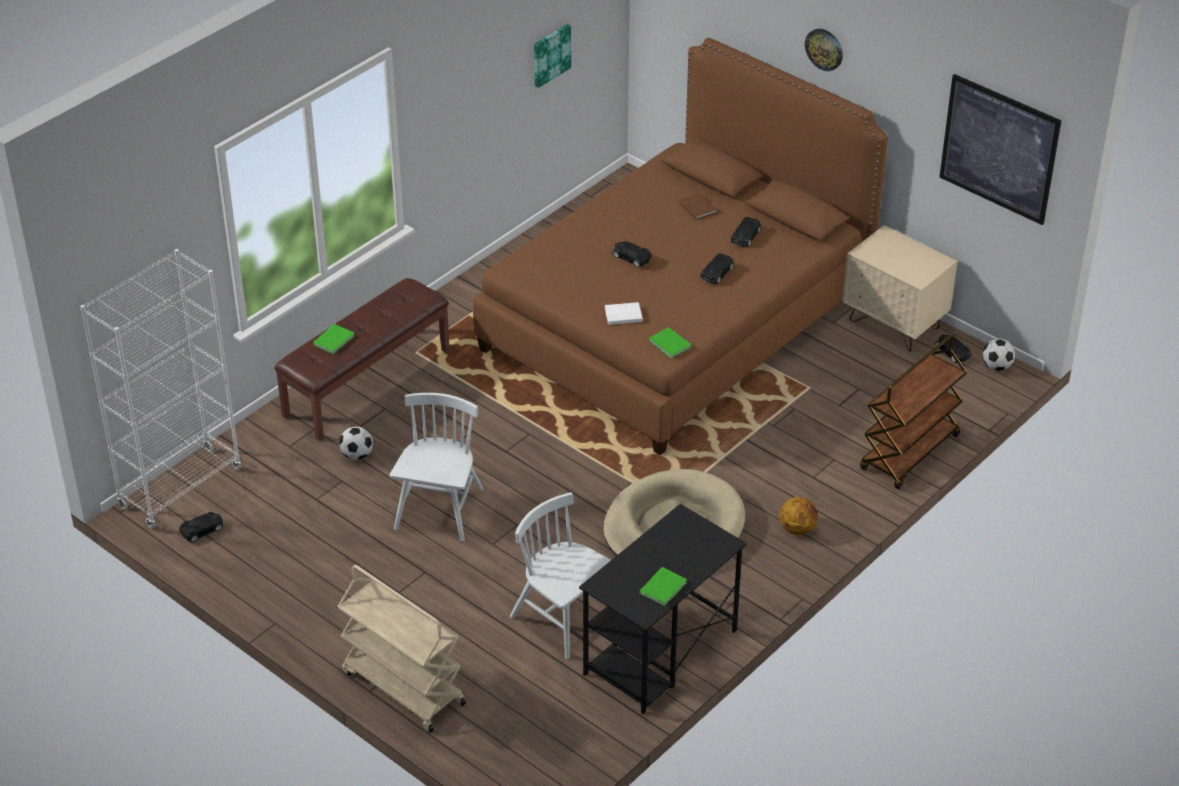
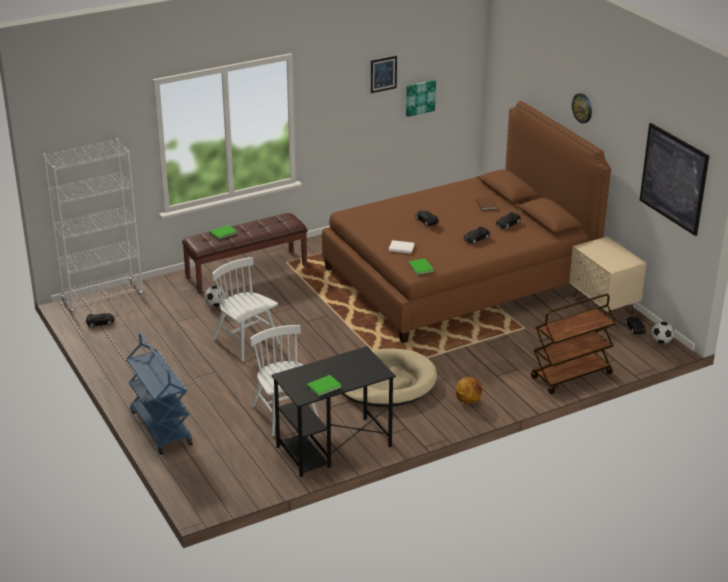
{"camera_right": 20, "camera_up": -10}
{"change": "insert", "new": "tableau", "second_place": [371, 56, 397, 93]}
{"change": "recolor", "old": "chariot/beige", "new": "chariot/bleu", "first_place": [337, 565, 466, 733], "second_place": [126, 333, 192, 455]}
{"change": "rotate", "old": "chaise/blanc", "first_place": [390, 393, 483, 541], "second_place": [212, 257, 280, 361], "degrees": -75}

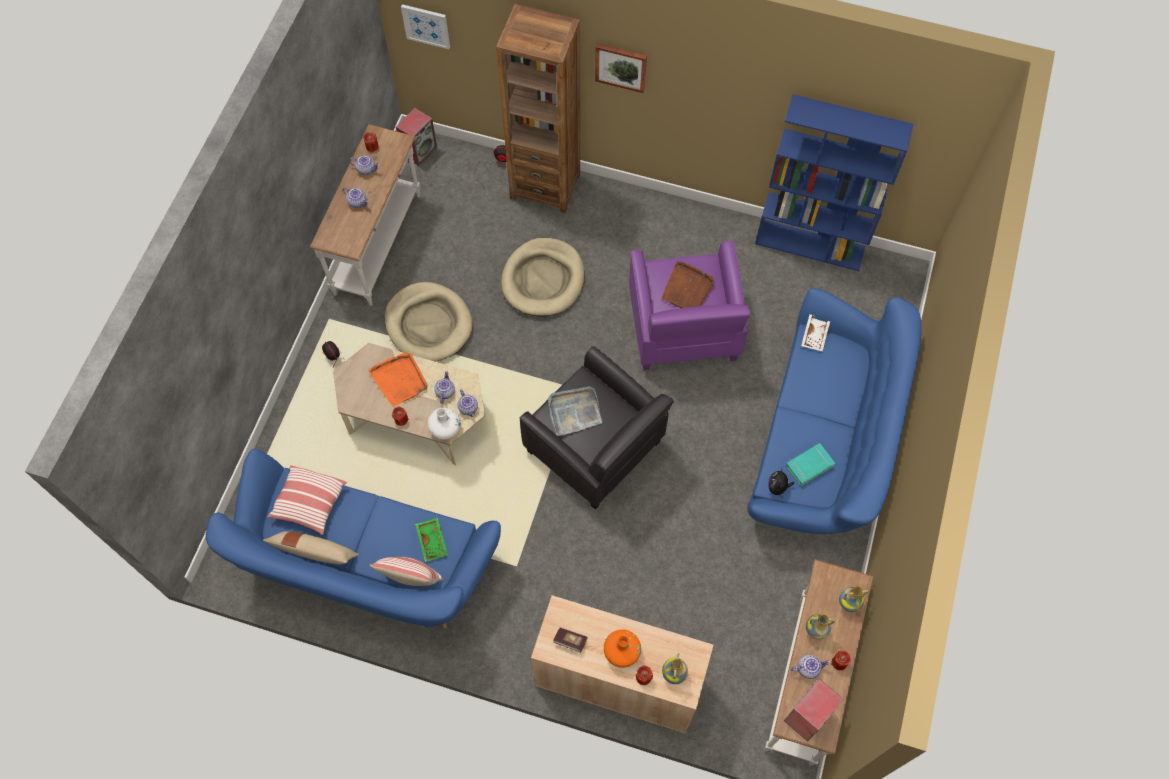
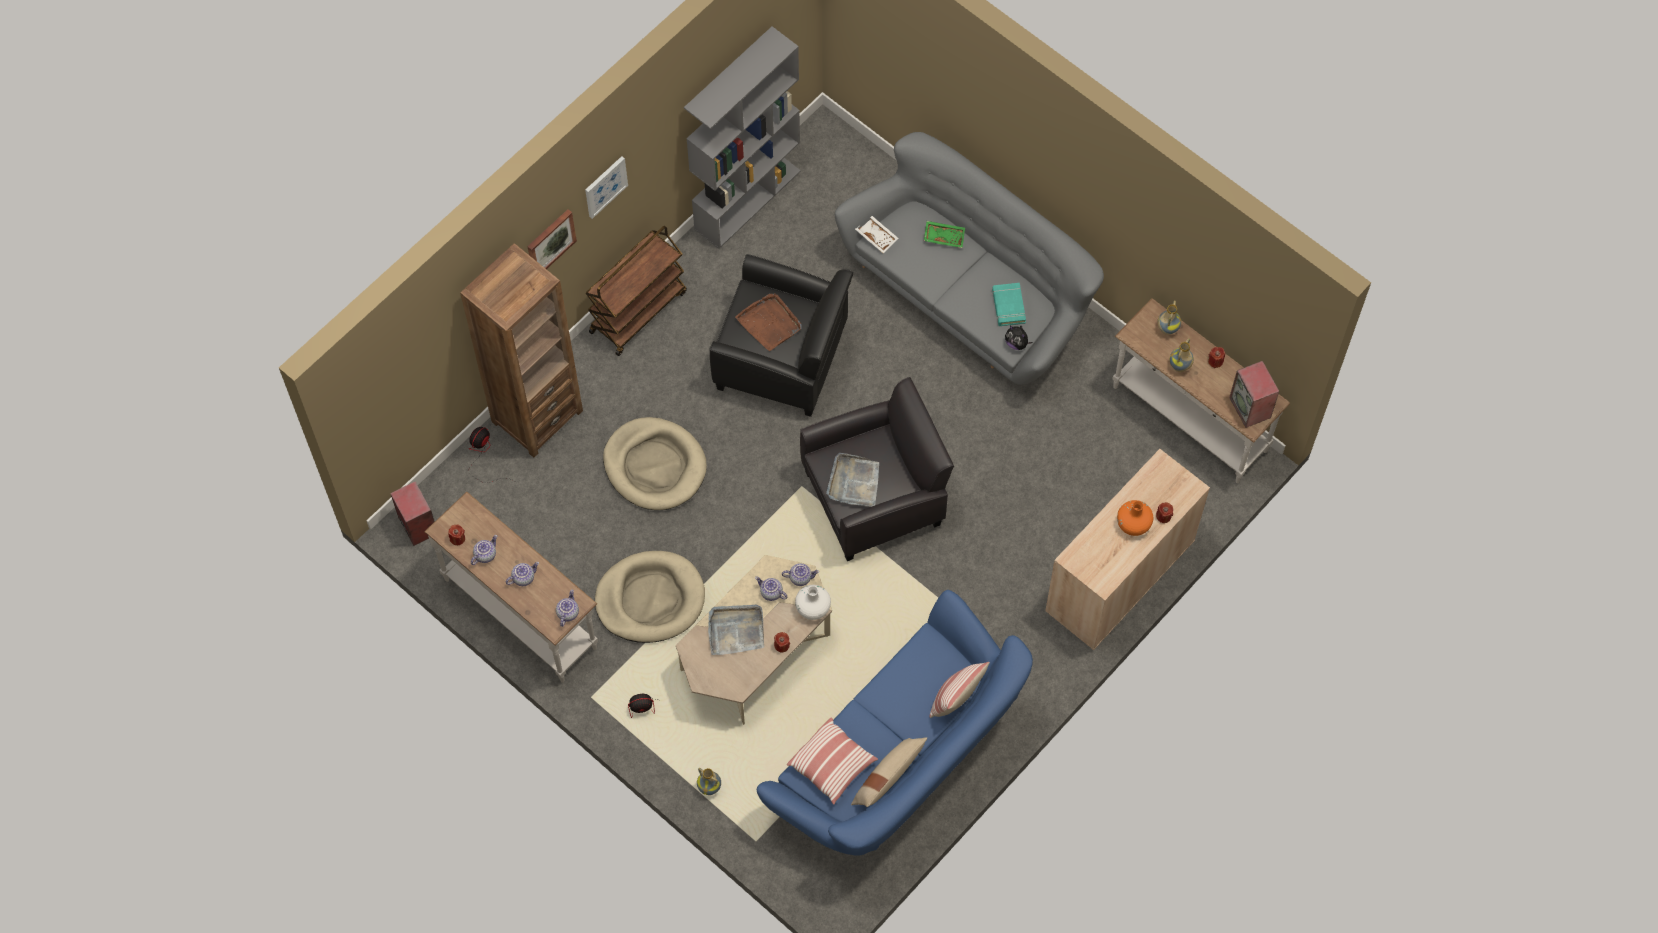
{"camera_right": -65, "camera_up": 0}
{"change": "delete", "old": "livre", "first_place": [553, 628, 588, 653]}
{"change": "insert", "new": "chariot/marron", "second_place": [586, 226, 687, 356]}
{"change": "move", "old": "tableau", "first_place": [401, 4, 450, 49], "second_place": [585, 156, 628, 219]}
{"change": "move", "old": "plateau/vert", "first_place": [415, 518, 448, 562], "second_place": [924, 221, 965, 248]}
{"change": "move", "old": "vase", "first_place": [662, 653, 688, 684], "second_place": [697, 768, 721, 795]}
{"change": "move", "old": "théière", "first_place": [791, 655, 830, 679], "second_place": [556, 590, 579, 627]}
{"change": "recolor", "old": "plateau/orange", "new": "plateau/gris", "first_place": [368, 353, 427, 407], "second_place": [708, 605, 764, 655]}
{"change": "recolor", "old": "fauteuil/violet", "new": "fauteuil/noir", "first_place": [629, 240, 750, 370], "second_place": [710, 254, 854, 417]}
{"change": "recolor", "old": "canapé/bleu", "new": "canapé/gris", "first_place": [747, 288, 922, 534], "second_place": [835, 132, 1104, 385]}
{"change": "recolor", "old": "bibliothèque/bleu", "new": "bibliothèque/gris", "first_place": [755, 94, 914, 271], "second_place": [684, 26, 801, 249]}

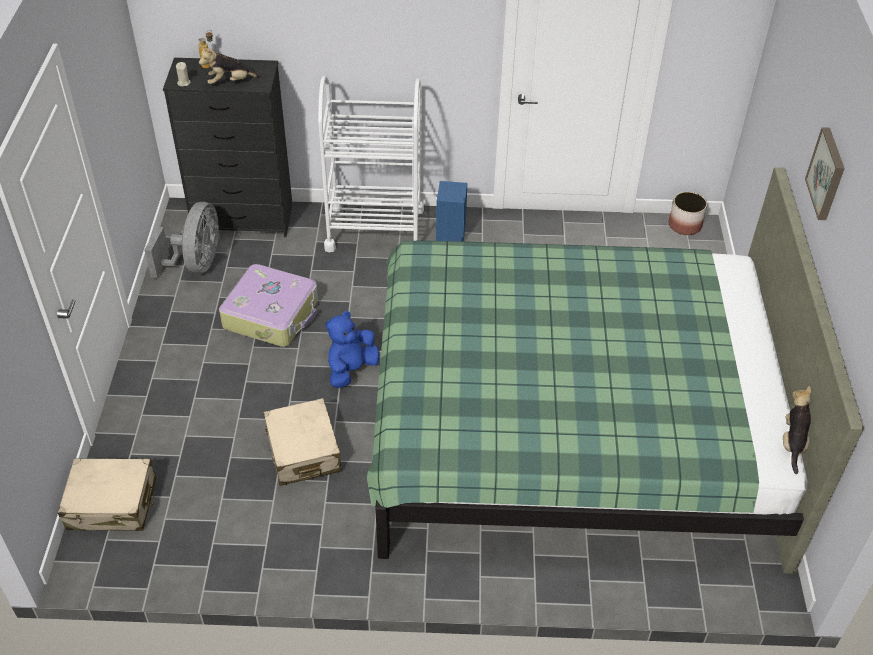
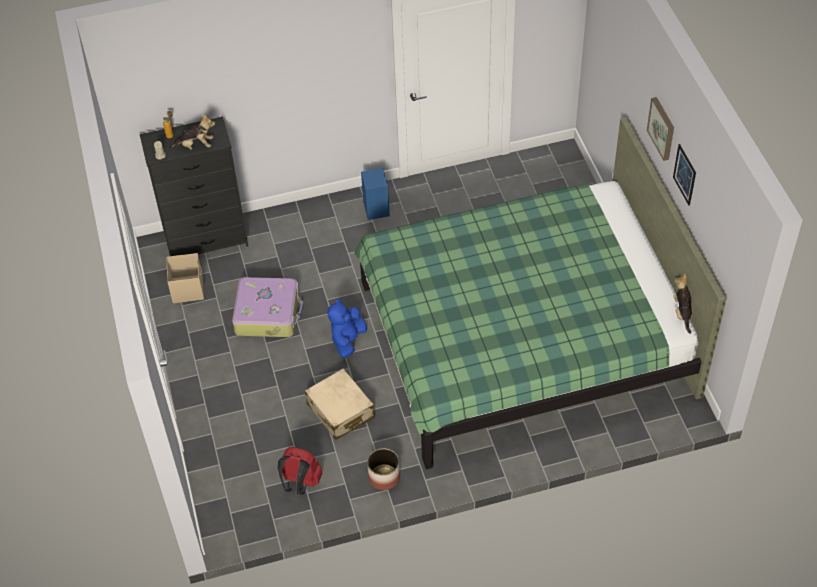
{"camera_right": -15, "camera_up": 5}
{"change": "delete", "old": "valise/beige", "first_place": [58, 458, 156, 531]}
{"change": "delete", "old": "chariot/blanc", "first_place": [318, 76, 424, 252]}
{"change": "insert", "new": "sac à dos/rouge", "second_place": [278, 447, 323, 495]}
{"change": "insert", "new": "tableau", "second_place": [673, 144, 696, 205]}
{"change": "move", "old": "cache-pot", "first_place": [669, 192, 707, 235], "second_place": [367, 448, 400, 490]}
{"change": "replace", "old": "ventilateur/gris", "new": "boîte de rangement/beige", "first_place": [144, 202, 220, 278], "second_place": [166, 253, 204, 303]}
{"change": "rotate", "old": "peluche", "first_place": [199, 46, 262, 84], "second_place": [171, 114, 215, 150], "degrees": -150}

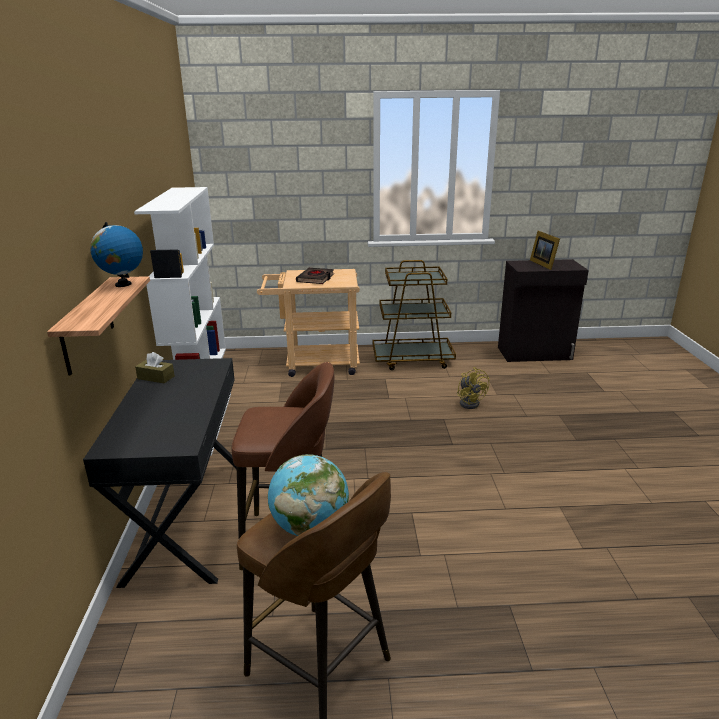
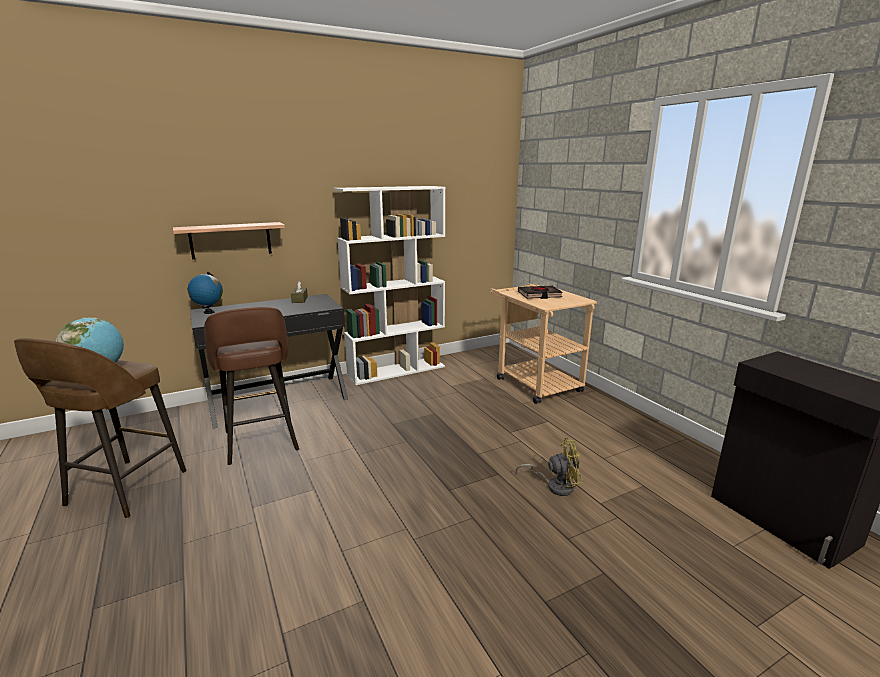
{"camera_right": 65, "camera_up": -5}
{"change": "delete", "old": "chariot/marron", "first_place": [373, 260, 456, 370]}
{"change": "delete", "old": "cadre photo", "first_place": [530, 231, 560, 270]}
{"change": "move", "old": "globe", "first_place": [90, 222, 143, 287], "second_place": [188, 272, 223, 314]}
{"change": "rotate", "old": "ventilateur/jaune", "first_place": [457, 367, 489, 409], "second_place": [516, 438, 583, 496], "degrees": -135}

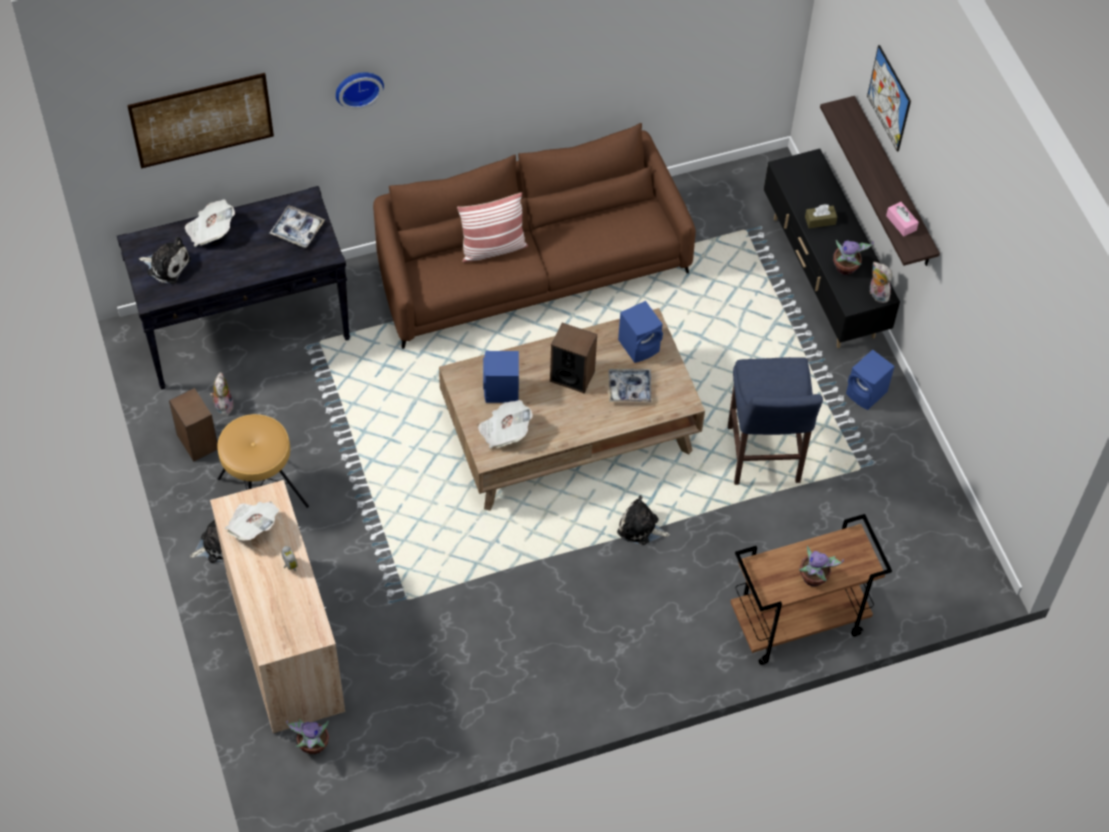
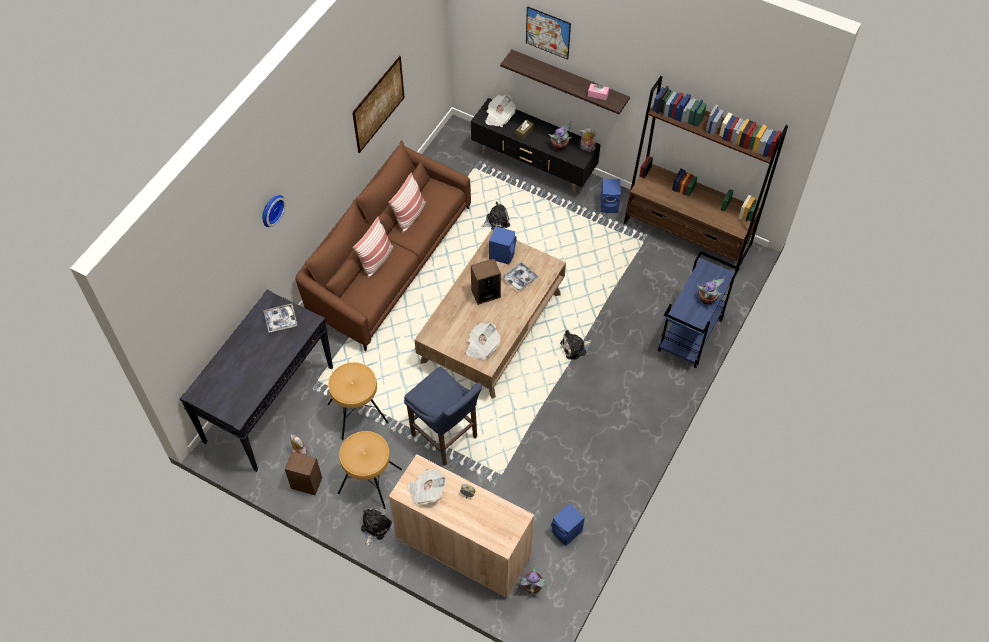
{"camera_right": -40, "camera_up": 0}
{"change": "insert", "new": "tabouret/marron", "second_place": [328, 362, 389, 440]}
{"change": "insert", "new": "coussin", "second_place": [388, 172, 426, 234]}
{"change": "insert", "new": "bibliothèque/marron", "second_place": [624, 76, 788, 272]}
{"change": "move", "old": "tableau", "first_place": [127, 73, 274, 169], "second_place": [352, 56, 405, 153]}
{"change": "move", "old": "peluche", "first_place": [139, 237, 191, 284], "second_place": [481, 201, 510, 230]}
{"change": "move", "old": "journal", "first_place": [185, 199, 235, 247], "second_place": [485, 95, 516, 127]}
{"change": "move", "old": "enceinte/bleu", "first_place": [483, 351, 519, 403], "second_place": [551, 503, 585, 546]}
{"change": "move", "old": "tabouret/bleu", "first_place": [728, 357, 823, 485], "second_place": [404, 367, 482, 466]}
{"change": "recolor", "old": "chariot/marron", "new": "chariot/bleu", "first_place": [731, 514, 892, 665], "second_place": [658, 251, 740, 368]}

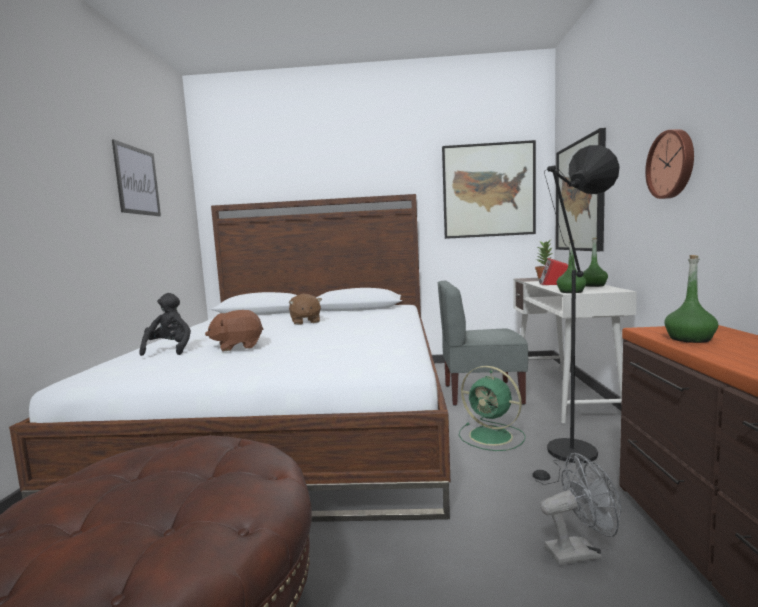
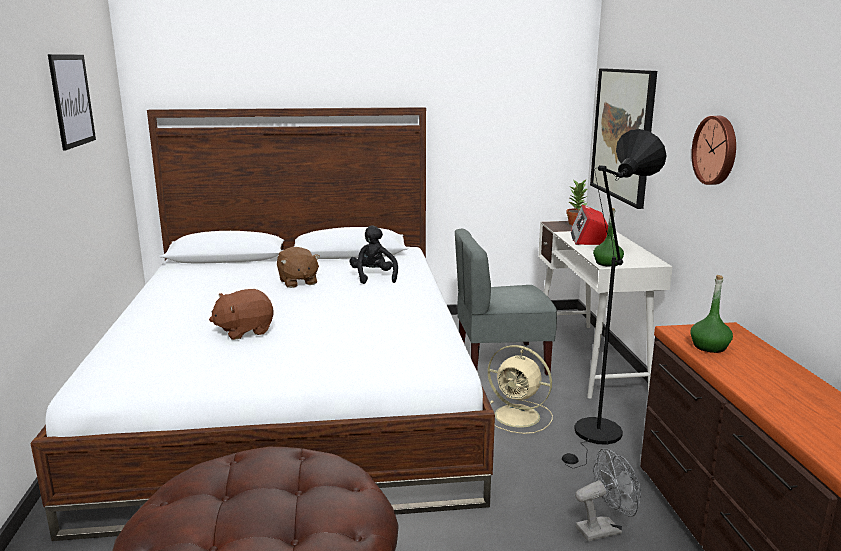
{"camera_right": -10, "camera_up": 10}
{"change": "delete", "old": "tableau", "first_place": [442, 140, 536, 239]}
{"change": "delete", "old": "bouteille/vert", "first_place": [583, 237, 608, 287]}
{"change": "move", "old": "peluche/noir", "first_place": [139, 293, 191, 356], "second_place": [350, 225, 398, 284]}
{"change": "recolor", "old": "ventilateur/vert", "new": "ventilateur/beige", "first_place": [459, 366, 526, 451], "second_place": [488, 345, 553, 434]}

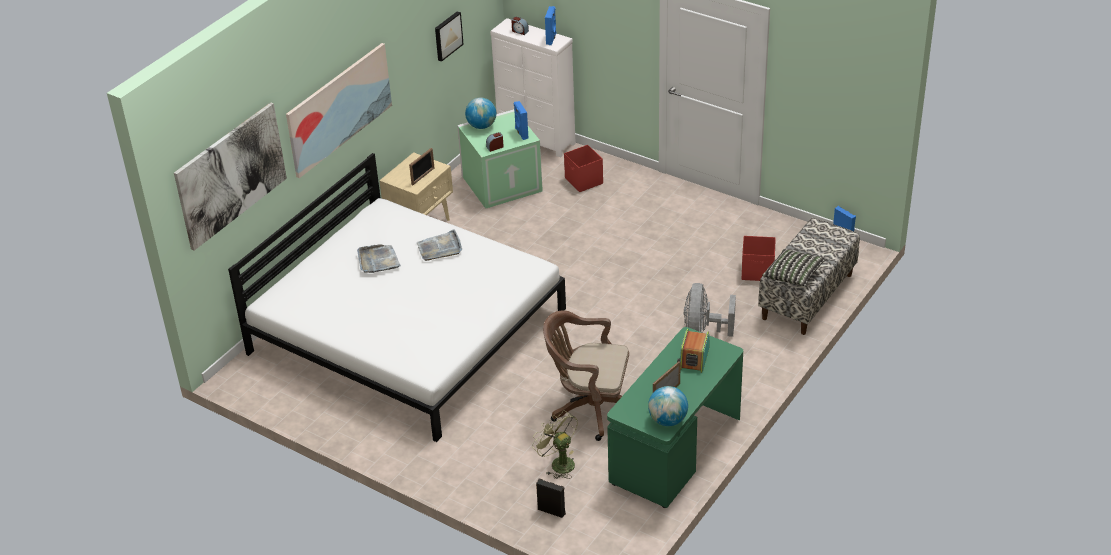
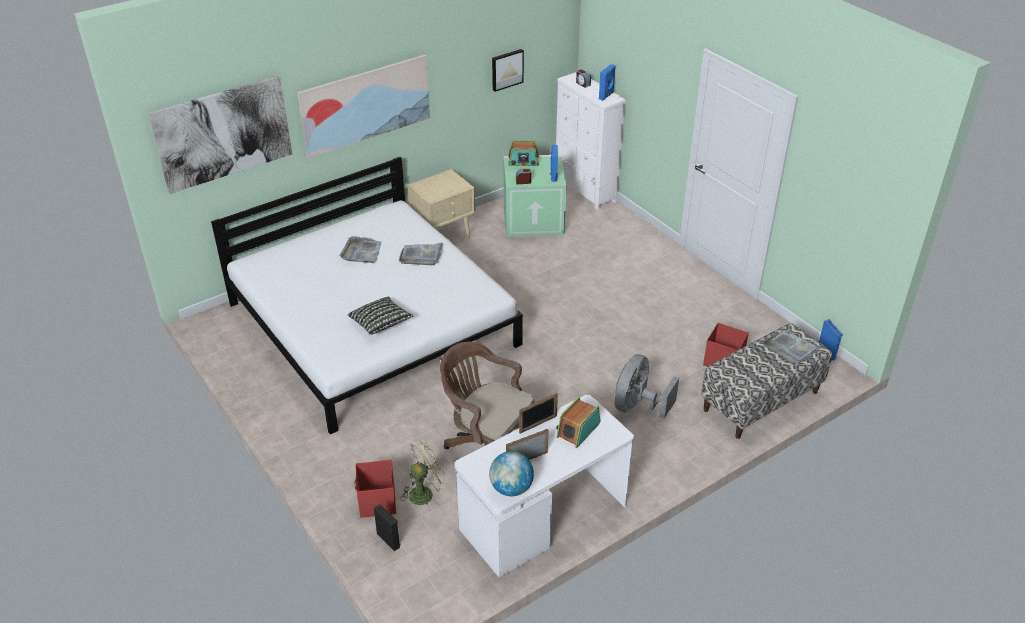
{"camera_right": 20, "camera_up": 0}
{"change": "insert", "new": "plateau/gris", "second_place": [763, 330, 821, 364]}
{"change": "move", "old": "cadre photo", "first_place": [409, 148, 434, 185], "second_place": [519, 393, 558, 434]}
{"change": "move", "old": "boîte de rangement/rouge", "first_place": [564, 145, 603, 192], "second_place": [355, 460, 396, 518]}
{"change": "move", "old": "coussin", "first_place": [763, 249, 827, 286], "second_place": [348, 297, 414, 335]}
{"change": "replace", "old": "globe", "new": "radio", "first_place": [465, 98, 496, 129], "second_place": [508, 140, 539, 166]}
{"change": "recolor", "old": "bureau/vert", "new": "bureau/blanc", "first_place": [607, 327, 743, 508], "second_place": [455, 395, 634, 578]}
{"change": "rotate", "old": "ventilateur/vert", "first_place": [532, 411, 578, 479], "second_place": [400, 440, 448, 506], "degrees": 75}

